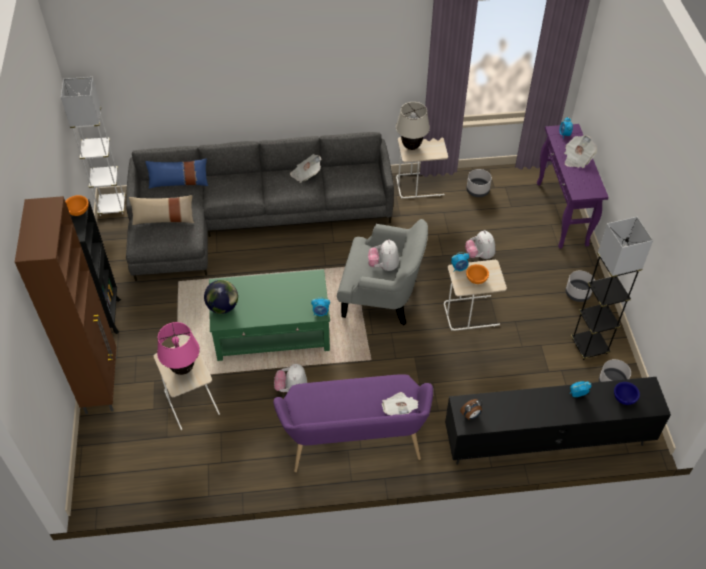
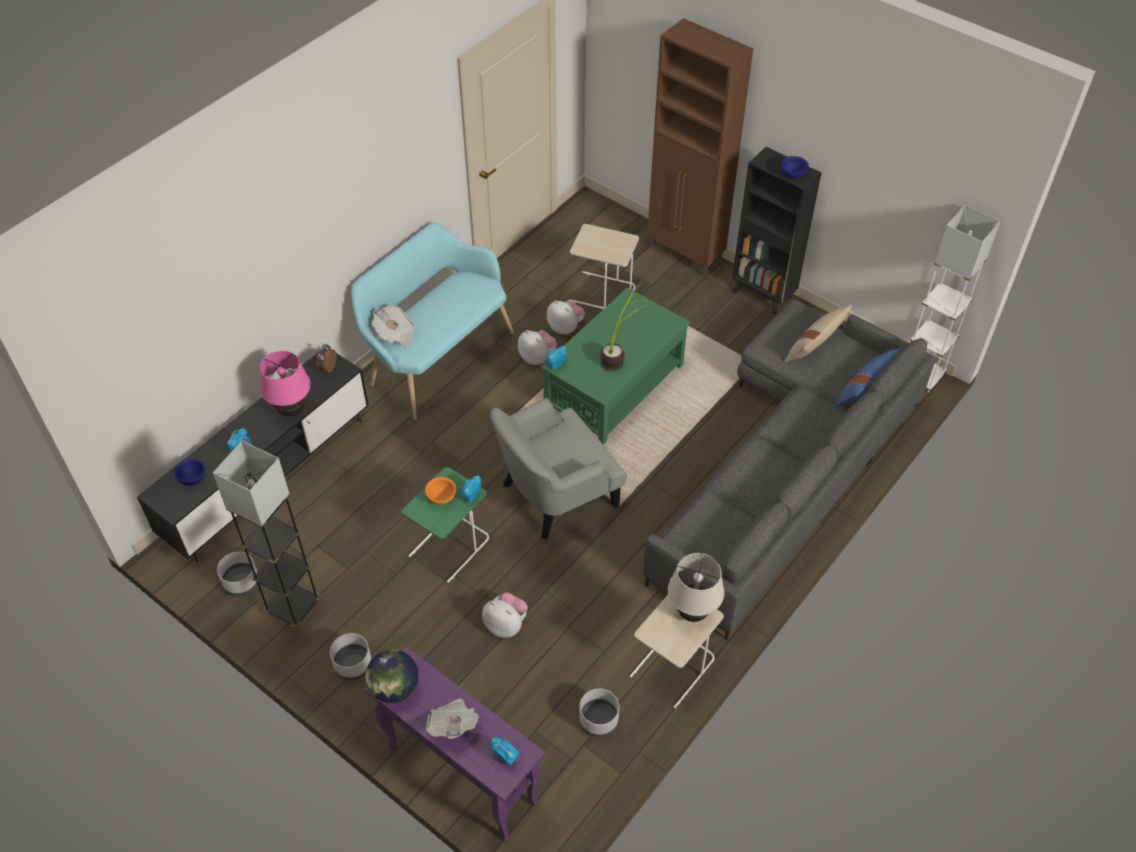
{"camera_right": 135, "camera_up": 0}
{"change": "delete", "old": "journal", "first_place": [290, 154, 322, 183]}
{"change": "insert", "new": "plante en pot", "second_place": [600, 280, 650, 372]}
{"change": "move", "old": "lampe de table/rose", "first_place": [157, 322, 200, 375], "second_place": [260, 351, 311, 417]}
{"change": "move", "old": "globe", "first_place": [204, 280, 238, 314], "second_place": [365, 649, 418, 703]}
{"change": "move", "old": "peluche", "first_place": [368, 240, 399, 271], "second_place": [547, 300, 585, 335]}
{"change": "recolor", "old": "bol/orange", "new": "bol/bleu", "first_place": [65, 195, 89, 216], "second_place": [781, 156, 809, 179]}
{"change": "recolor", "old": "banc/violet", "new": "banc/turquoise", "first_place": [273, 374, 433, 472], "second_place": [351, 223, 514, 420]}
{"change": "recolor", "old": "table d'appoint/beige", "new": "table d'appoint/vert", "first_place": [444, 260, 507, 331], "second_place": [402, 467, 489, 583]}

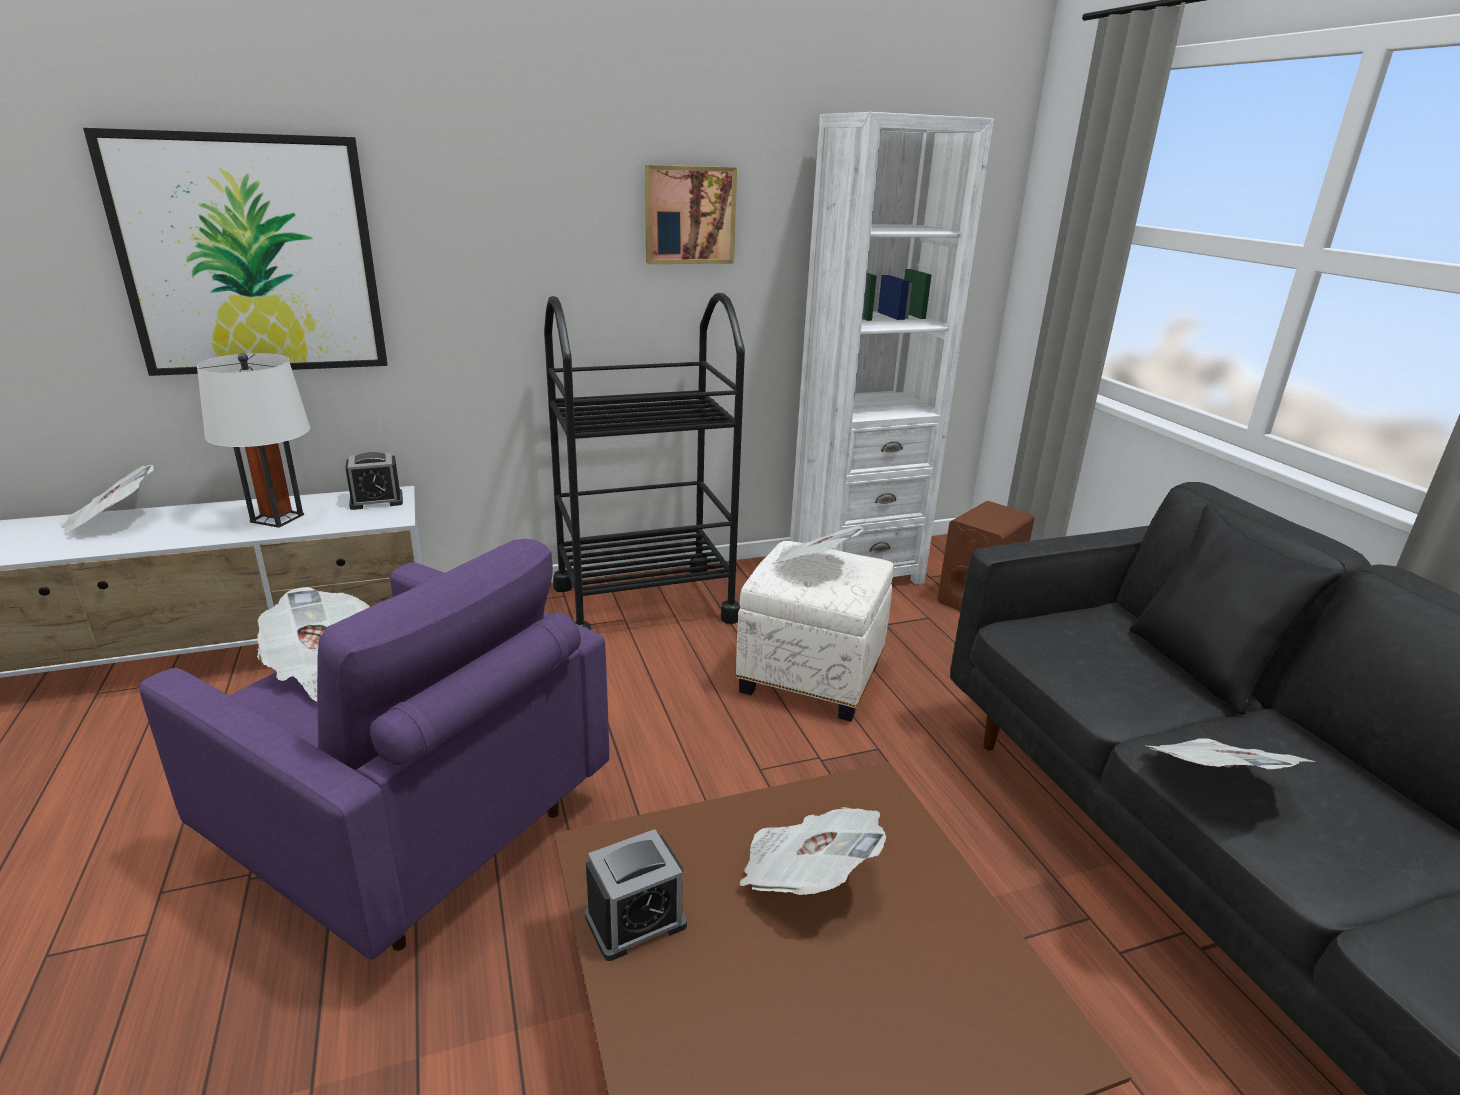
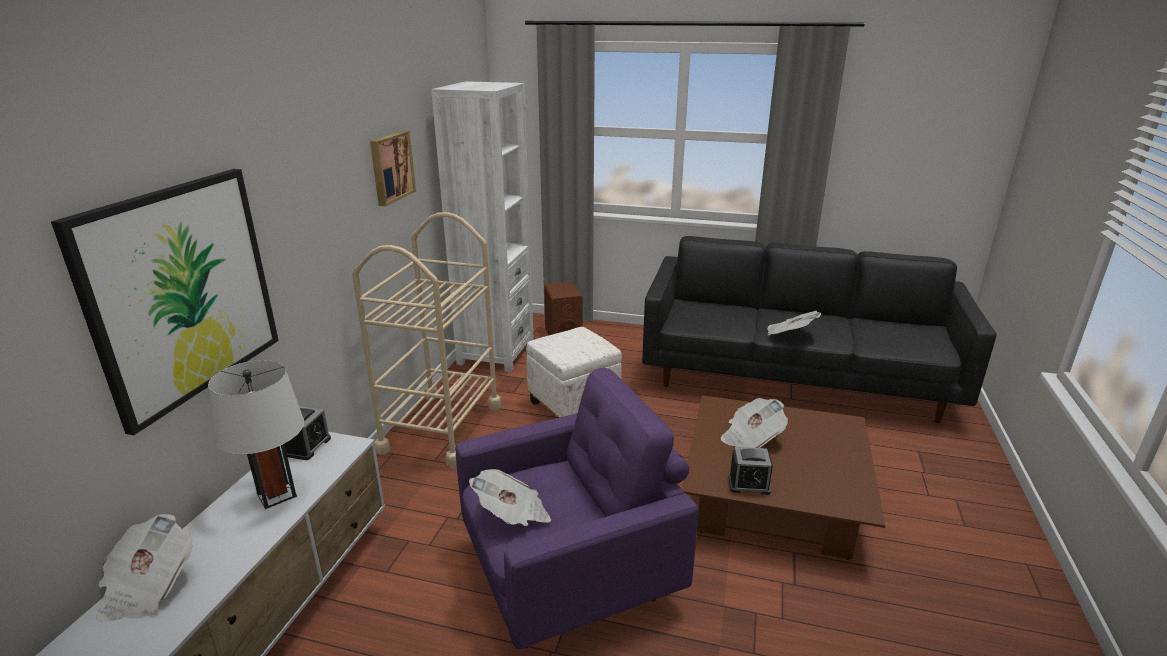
{"camera_right": -55, "camera_up": 0}
{"change": "delete", "old": "journal", "first_place": [772, 524, 863, 564]}
{"change": "delete", "old": "coussin/noir", "first_place": [1129, 505, 1342, 715]}
{"change": "recolor", "old": "chariot/noir", "new": "chariot/beige", "first_place": [544, 293, 745, 630], "second_place": [352, 212, 501, 467]}
{"change": "rotate", "old": "réveil", "first_place": [585, 829, 687, 961], "second_place": [728, 447, 773, 495], "degrees": 90}

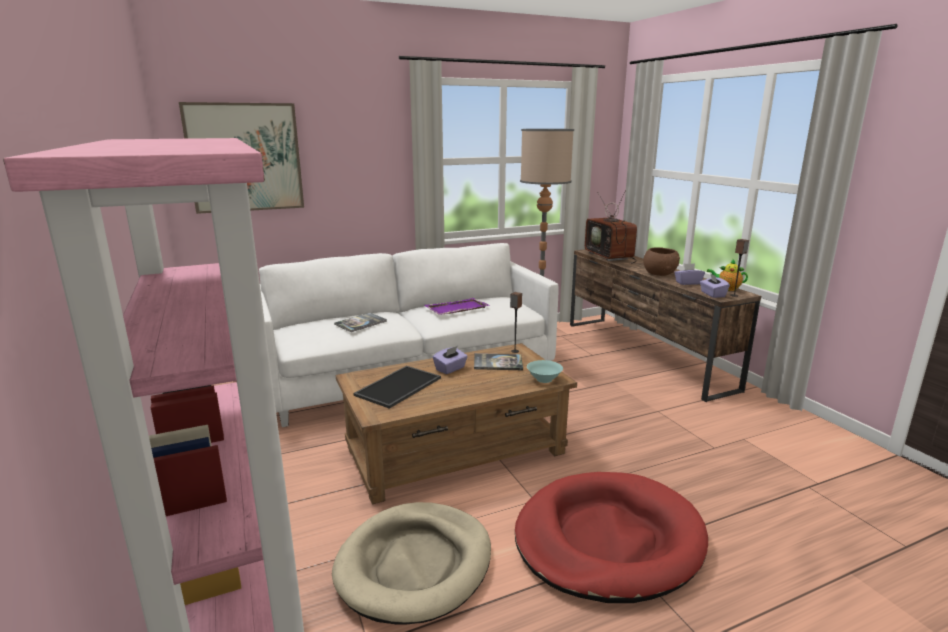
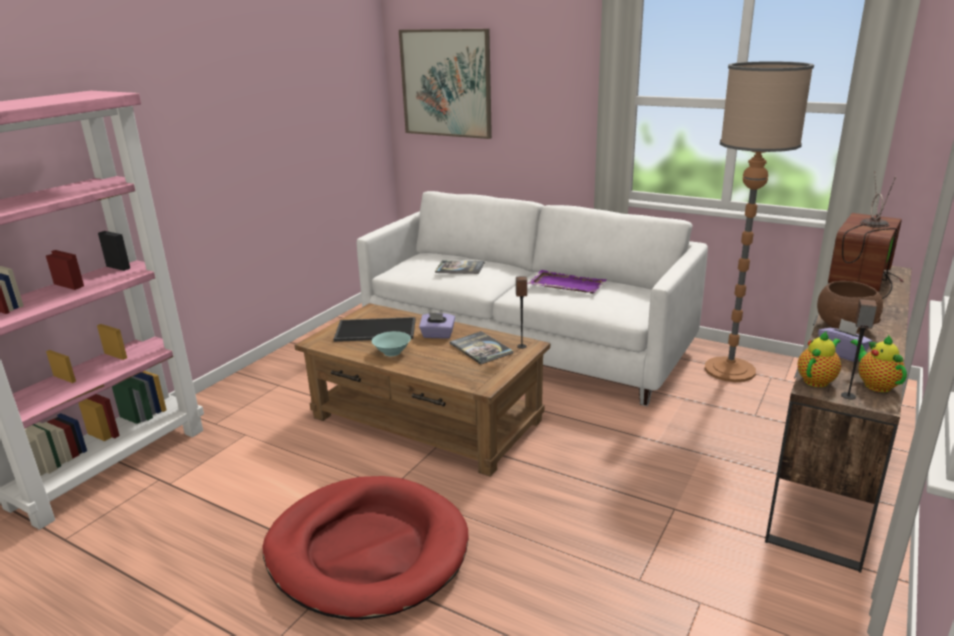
{"camera_right": 55, "camera_up": 5}
{"change": "delete", "old": "panier pour chien/beige", "first_place": [332, 502, 491, 624]}
{"change": "move", "old": "bol/turquoise", "first_place": [527, 360, 563, 383], "second_place": [372, 331, 411, 356]}
{"change": "replace", "old": "boîte à mouchoirs/violet", "new": "théière", "first_place": [700, 273, 730, 298], "second_place": [798, 331, 841, 387]}

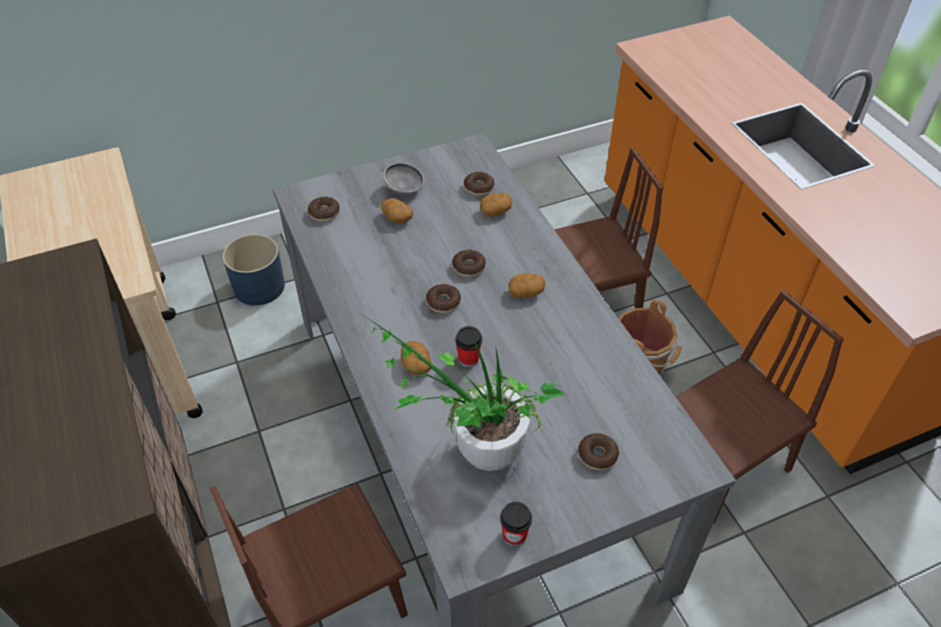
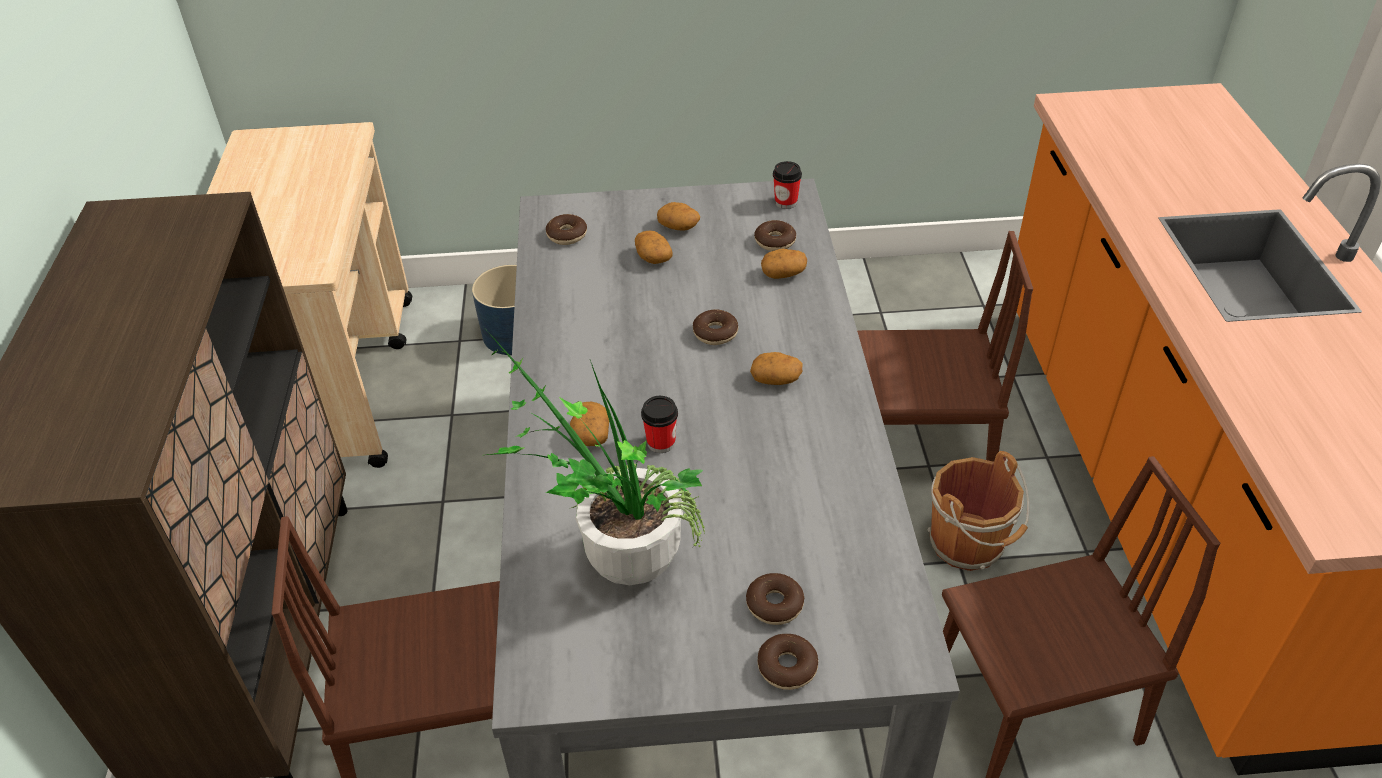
{"camera_right": 20, "camera_up": -5}
{"change": "move", "old": "beignet", "first_place": [426, 284, 461, 313], "second_place": [758, 634, 818, 690]}
{"change": "move", "old": "tasse", "first_place": [500, 502, 532, 546], "second_place": [773, 161, 802, 209]}
{"change": "replace", "old": "bol/gris", "new": "pomme de terre", "first_place": [383, 163, 424, 195], "second_place": [657, 202, 700, 230]}

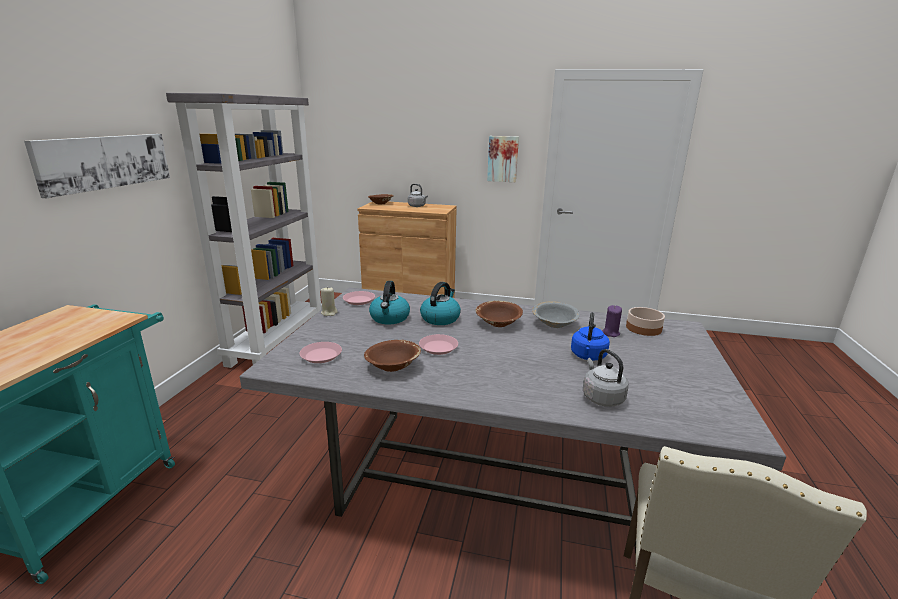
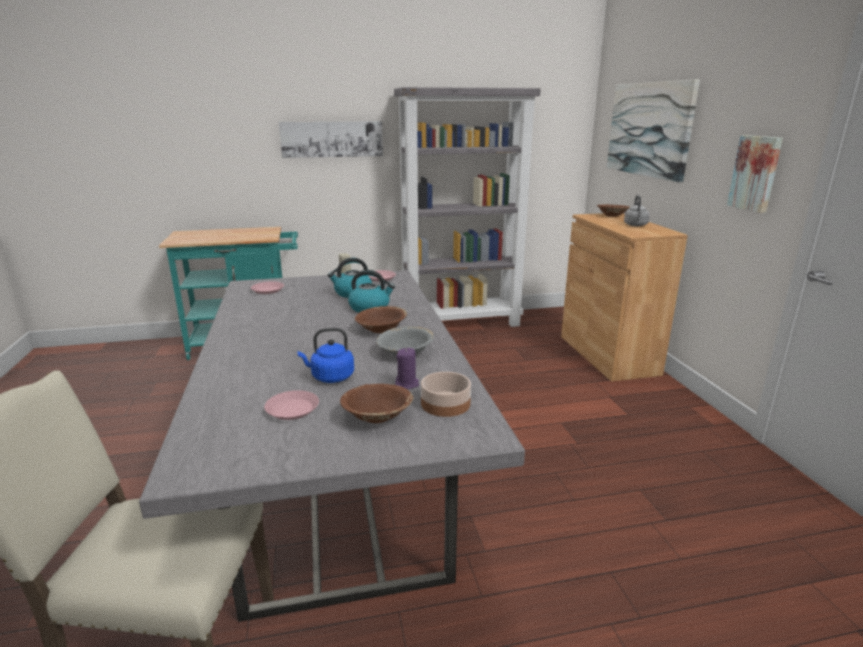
{"camera_right": 65, "camera_up": 0}
{"change": "delete", "old": "bouilloire/gris", "first_place": [583, 349, 629, 407]}
{"change": "insert", "new": "tableau", "second_place": [607, 79, 700, 182]}
{"change": "move", "old": "bol/marron", "first_place": [364, 340, 421, 372], "second_place": [340, 384, 413, 423]}
{"change": "move", "old": "assiette/rose", "first_place": [419, 334, 458, 355], "second_place": [264, 390, 319, 420]}

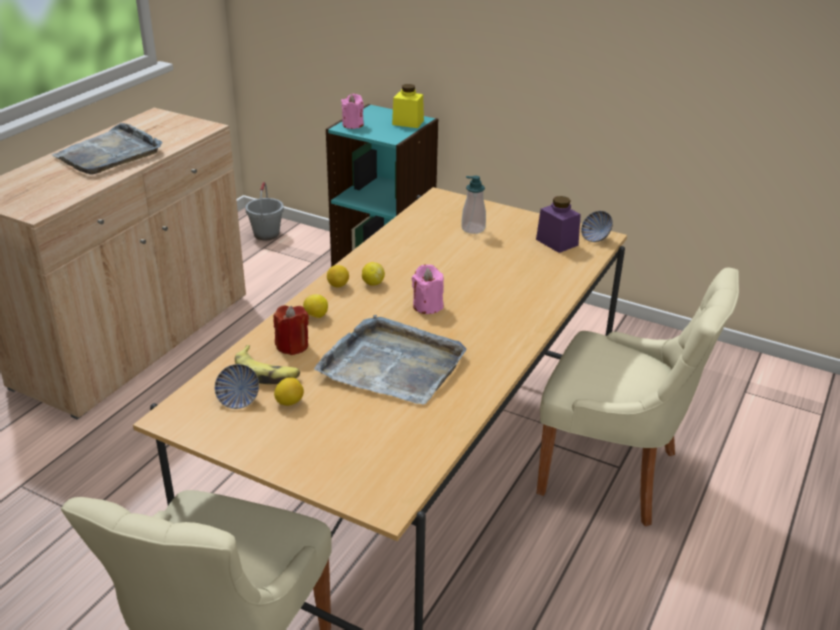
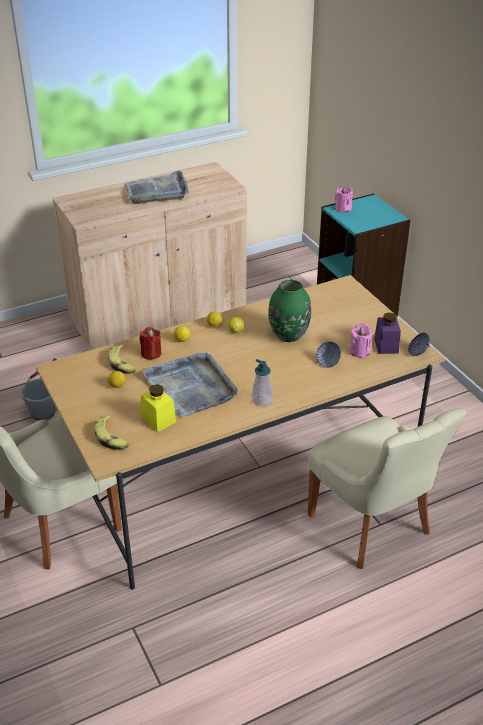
{"camera_right": 35, "camera_up": 5}
{"change": "insert", "new": "banane", "second_place": [94, 415, 129, 450]}
{"change": "insert", "new": "vase/vert", "second_place": [268, 280, 311, 342]}
{"change": "move", "old": "bol", "first_place": [215, 364, 259, 409], "second_place": [316, 342, 341, 368]}
{"change": "move", "old": "seau/gris", "first_place": [245, 182, 284, 240], "second_place": [21, 372, 55, 420]}
{"change": "move", "old": "bocal/jaune", "first_place": [392, 84, 424, 128], "second_place": [141, 384, 176, 432]}
{"change": "move", "old": "bougie/rose", "first_place": [412, 264, 444, 314], "second_place": [350, 324, 372, 357]}
{"change": "move", "old": "distributeur de savon", "first_place": [461, 176, 486, 234], "second_place": [252, 359, 273, 406]}

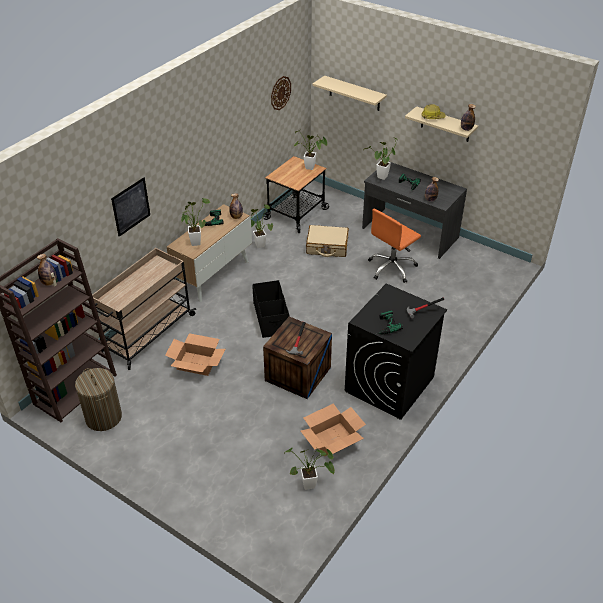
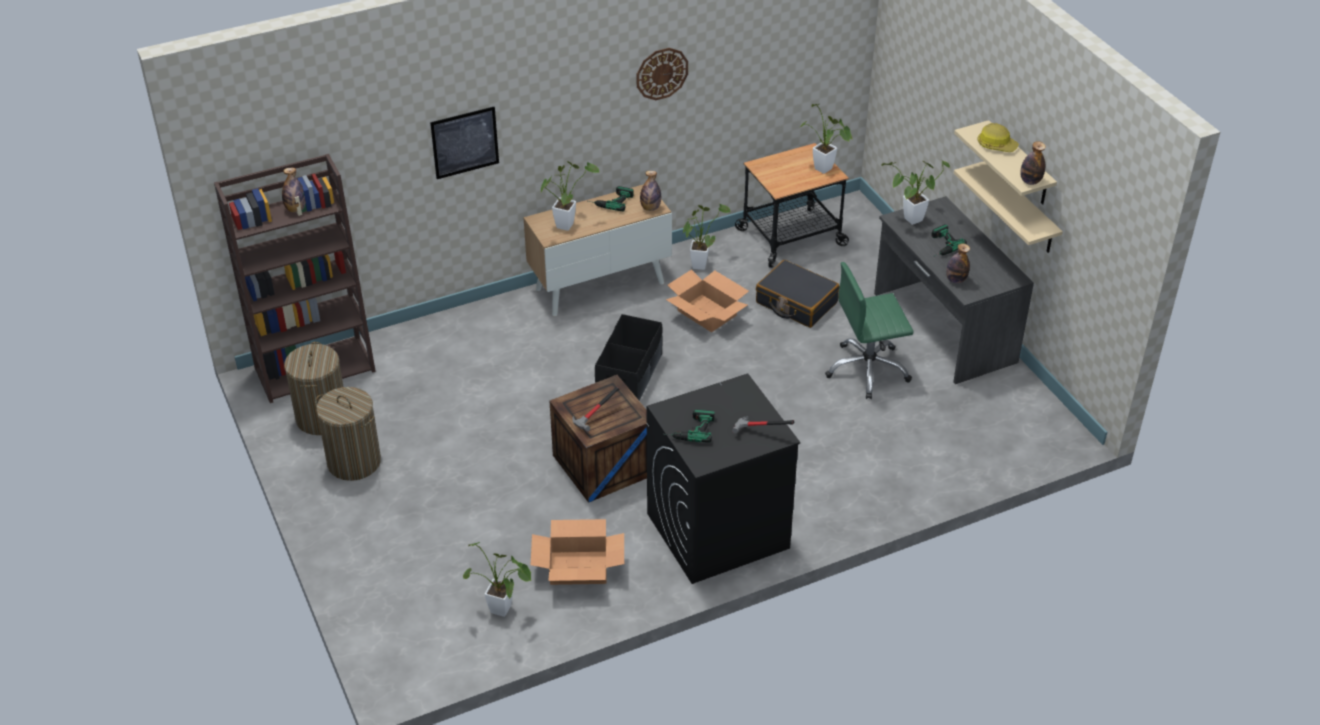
{"camera_right": 30, "camera_up": 0}
{"change": "delete", "old": "chariot/beige", "first_place": [92, 248, 196, 370]}
{"change": "insert", "new": "panier à linge", "second_place": [315, 387, 381, 481]}
{"change": "move", "old": "carton", "first_place": [165, 333, 225, 376], "second_place": [666, 270, 749, 332]}
{"change": "move", "old": "horloge murale", "first_place": [271, 76, 291, 110], "second_place": [637, 48, 688, 100]}
{"change": "move", "old": "étagère/beige", "first_place": [312, 75, 387, 111], "second_place": [954, 161, 1063, 253]}
{"change": "recolor", "old": "valise/beige", "new": "valise/noir", "first_place": [306, 225, 349, 257], "second_place": [756, 260, 839, 328]}
{"change": "recolor", "old": "chaise de bureau/orange", "new": "chaise de bureau/vert", "first_place": [368, 209, 421, 283], "second_place": [825, 262, 913, 399]}

